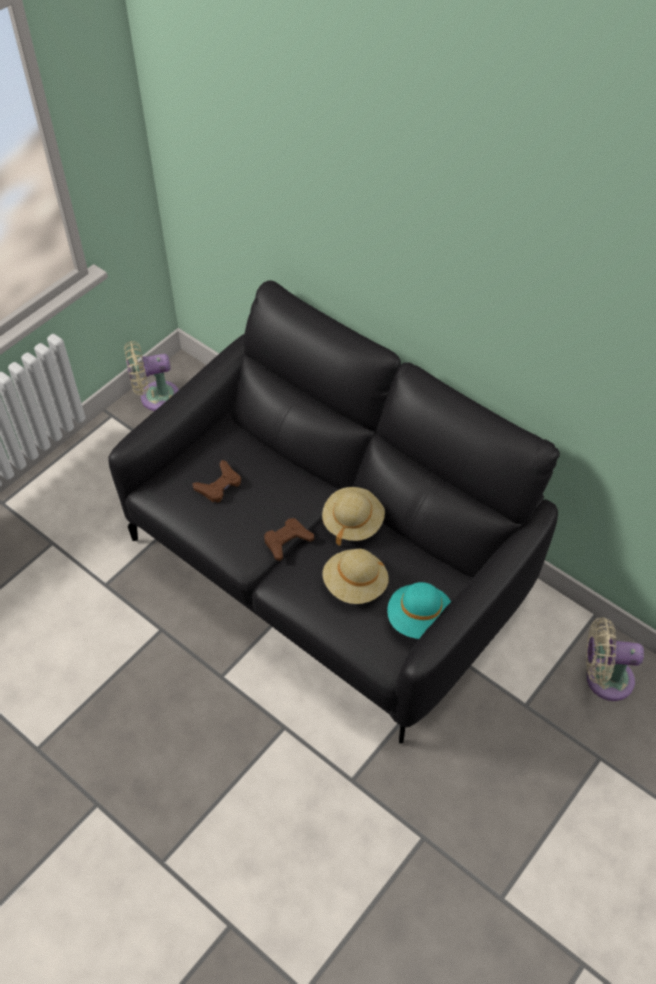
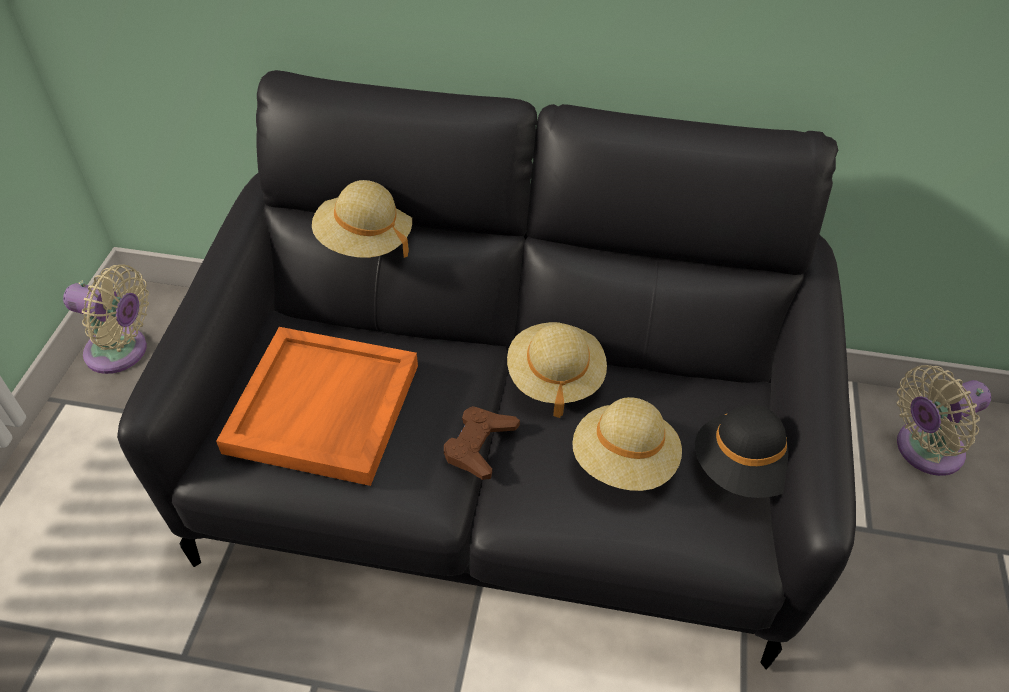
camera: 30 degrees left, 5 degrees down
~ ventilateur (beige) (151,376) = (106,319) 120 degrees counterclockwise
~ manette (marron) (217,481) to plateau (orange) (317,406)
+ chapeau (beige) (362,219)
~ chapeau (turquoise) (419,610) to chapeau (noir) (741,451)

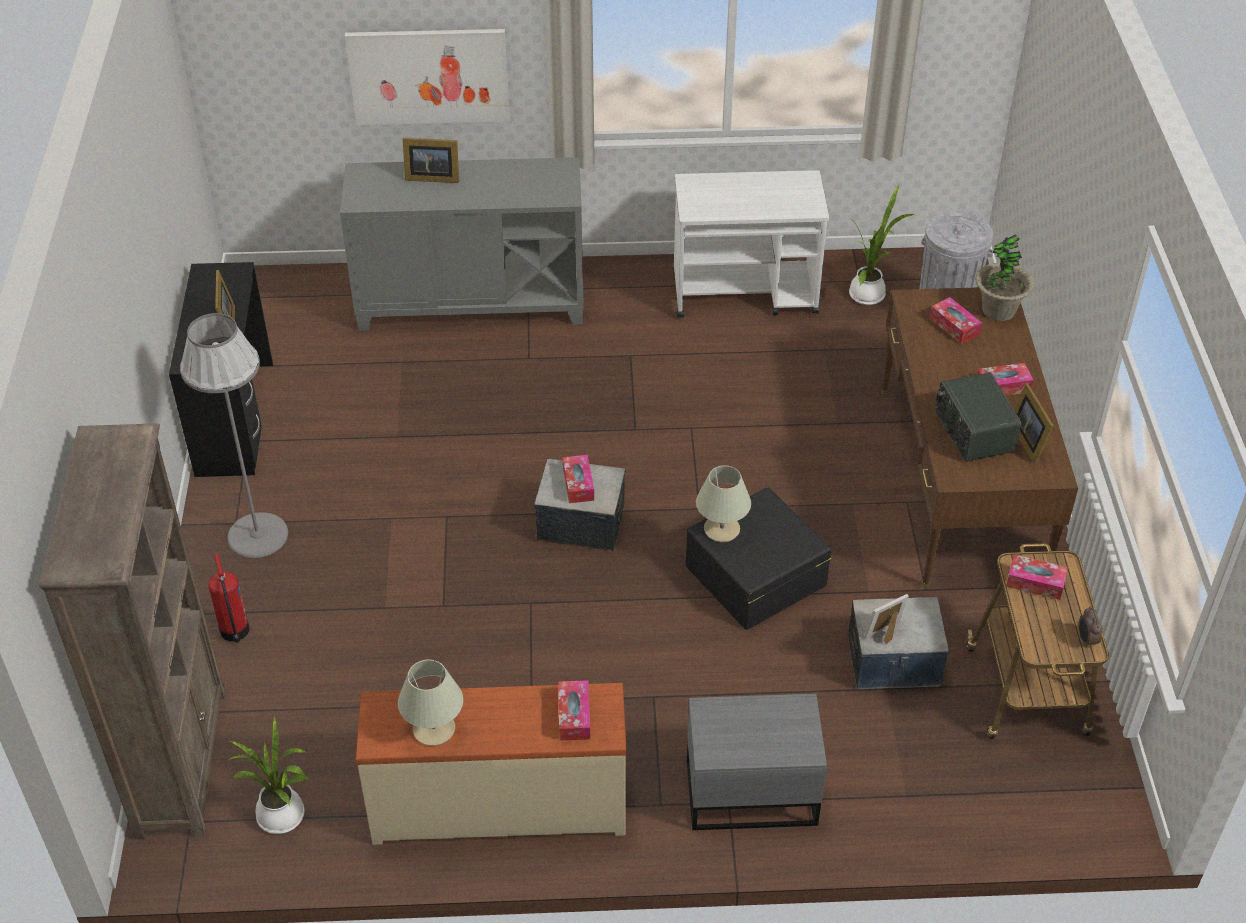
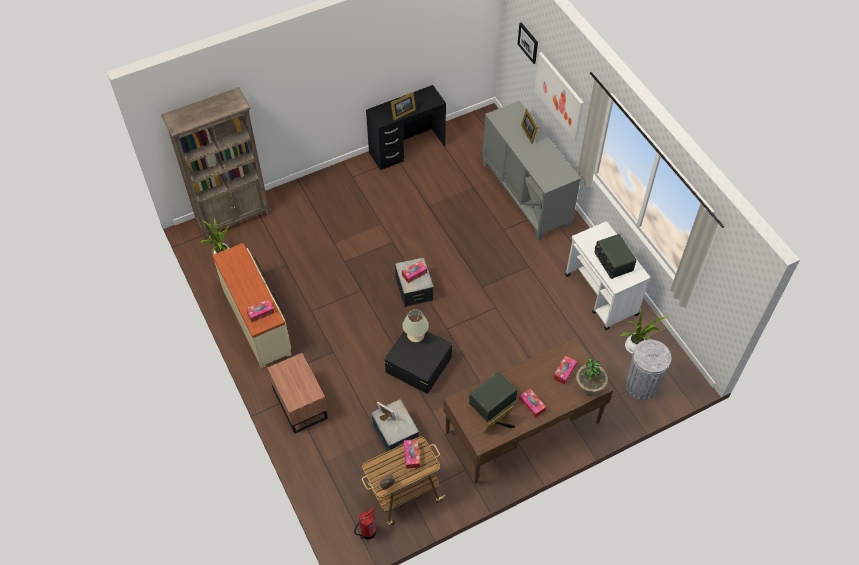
camera: 65 degrees right, 10 degrees up
~ table de chevet (gris) (757,762) to table de chevet (marron) (297,393)
~ extincteur (228,598) to (365,523)
+ tableau (528,43)
+ radio (615,256)
- lampadaire (gris) (234,435)
- lampe de table (beige) (430,702)

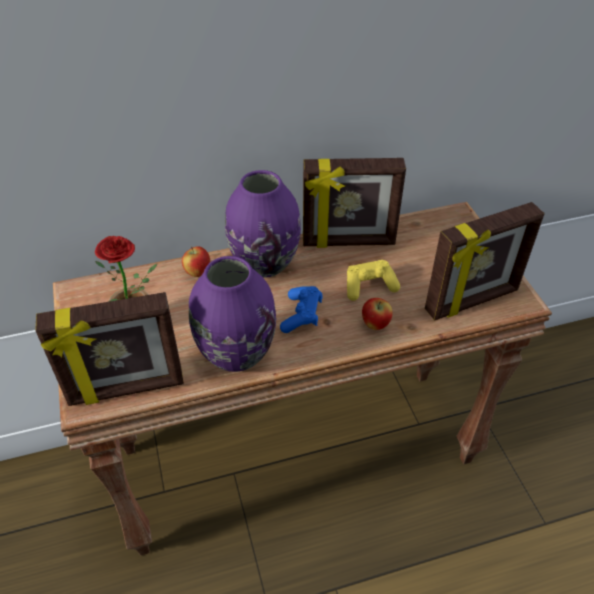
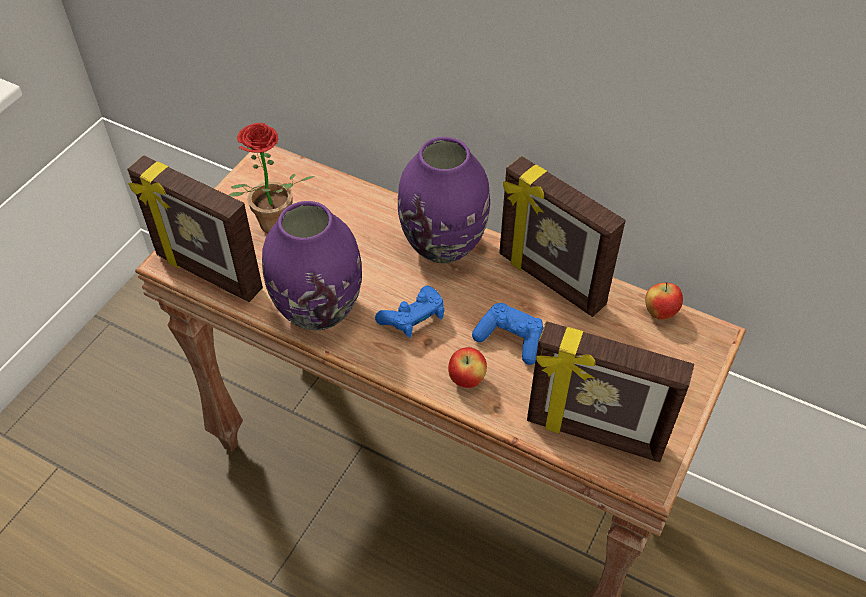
camera: 45 degrees right, 5 degrees up
~ manette (jaune) (373,280) to manette (bleu) (507,334)
~ pomme (196,261) to (664,301)

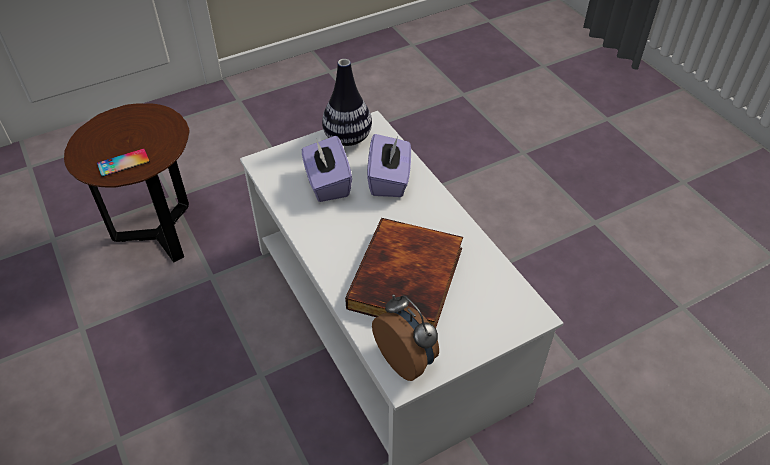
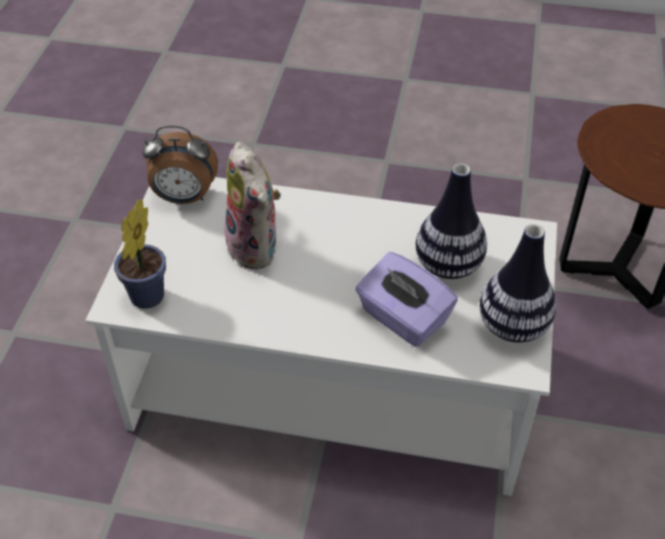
camera: 130 degrees right, 0 degrees up
+ plante en pot (140,254)
~ livre (404,273) to peluche (252,205)
~ boîte à mouchoirs (violet) (327,169) to vase (451,221)
- téléphone (123,162)

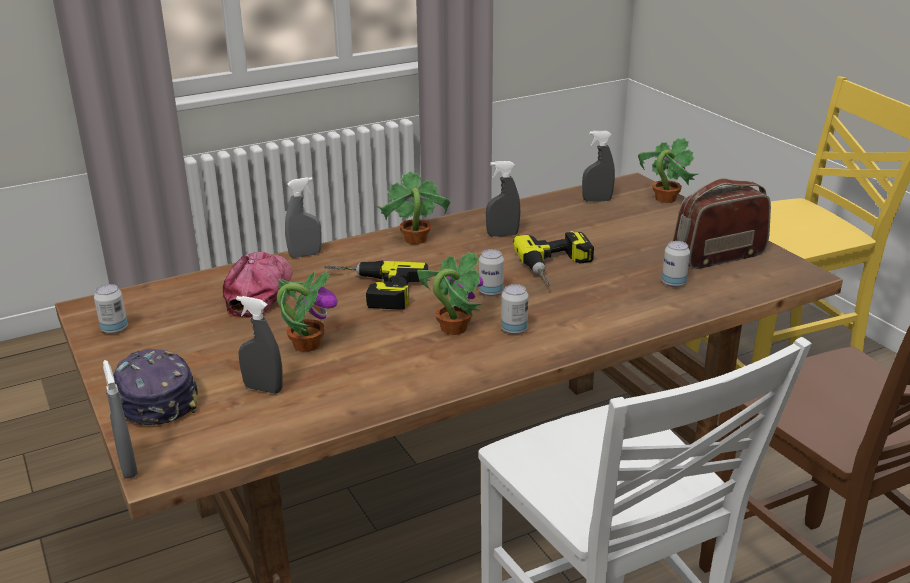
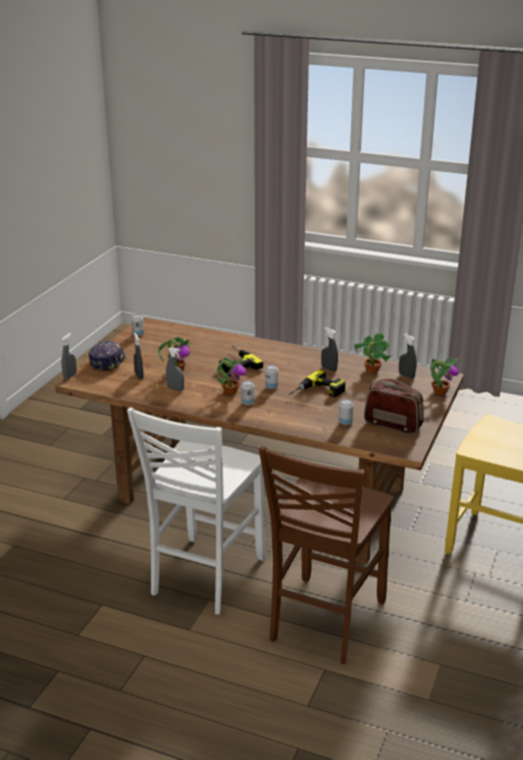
camera: 50 degrees right, 0 degrees up
~ vaporisateur (gris) (303,217) to (175,369)
~ plante en pot (414,207) to (373,353)
- casquette (257,285)

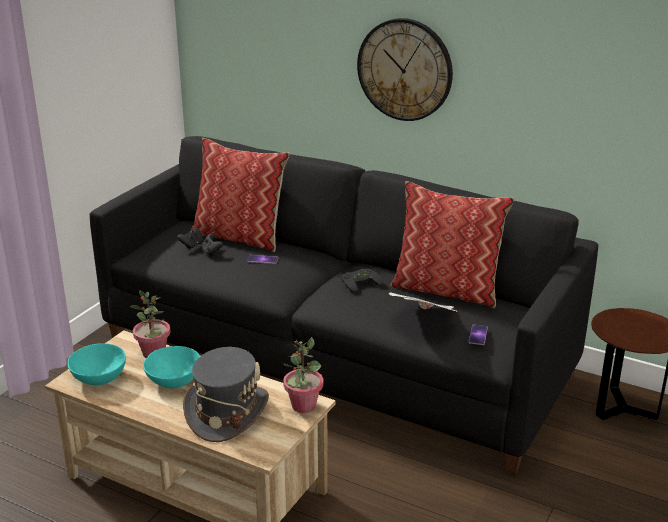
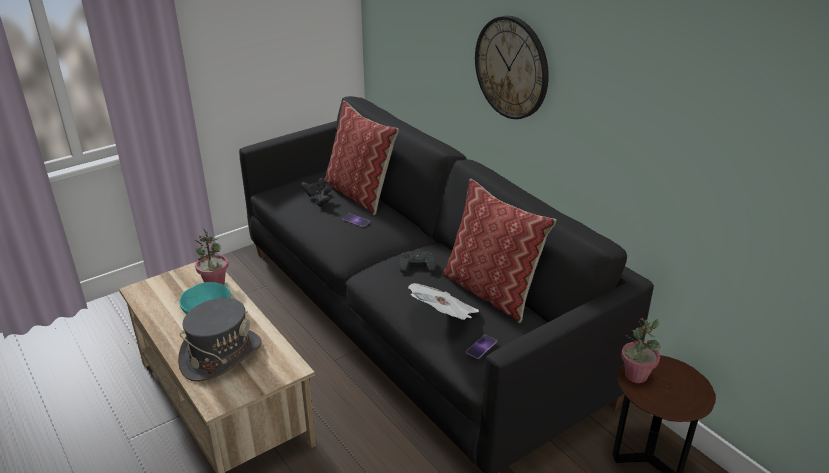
camera: 25 degrees right, 5 degrees up
~ plante en pot (303,375) to (641,350)
- bol (turquoise) (97,364)

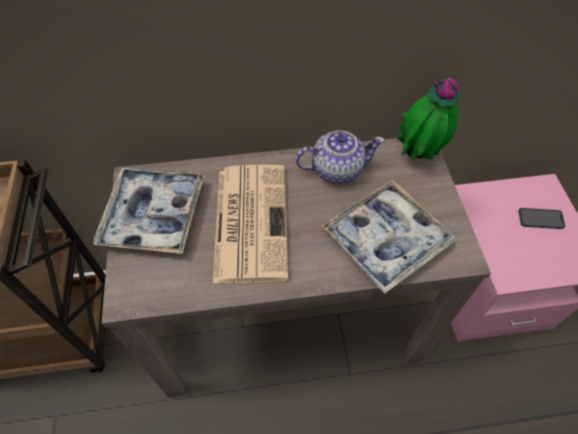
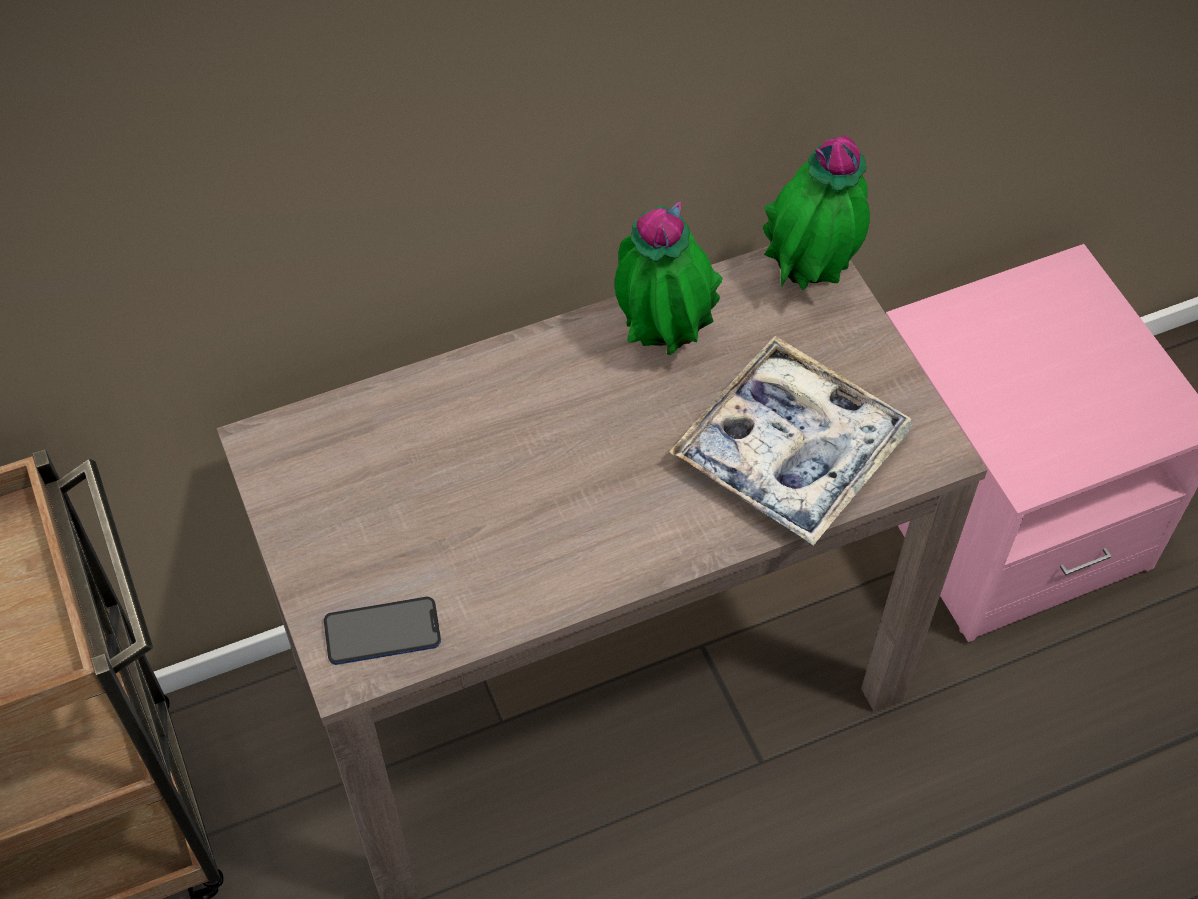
camera: 15 degrees left, 0 degrees up
~ téléphone (541,218) to (382,631)
~ théière (340,157) to plante en pot (669,278)
- plateau (149,210)
- journal (250,224)

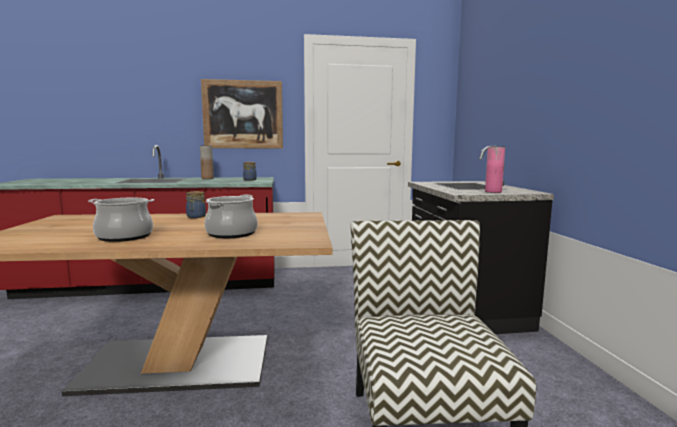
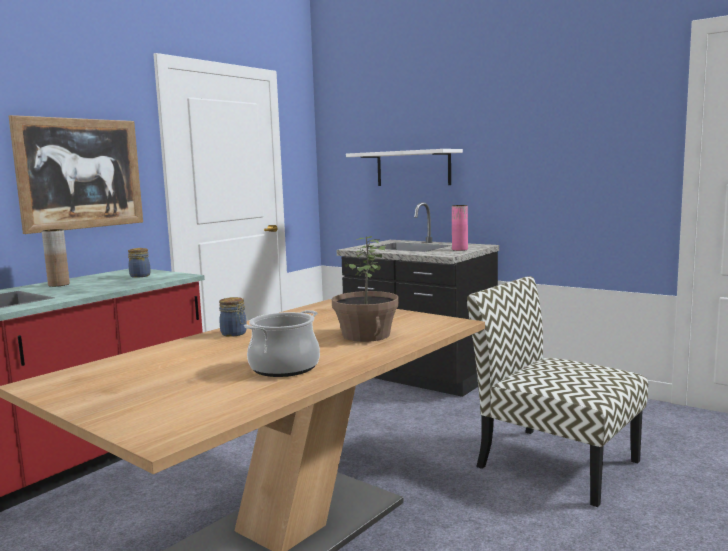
camera: 45 degrees left, 0 degrees up
~ marmite (231,216) to plante en pot (365,289)
+ étagère (blanc) (404,167)

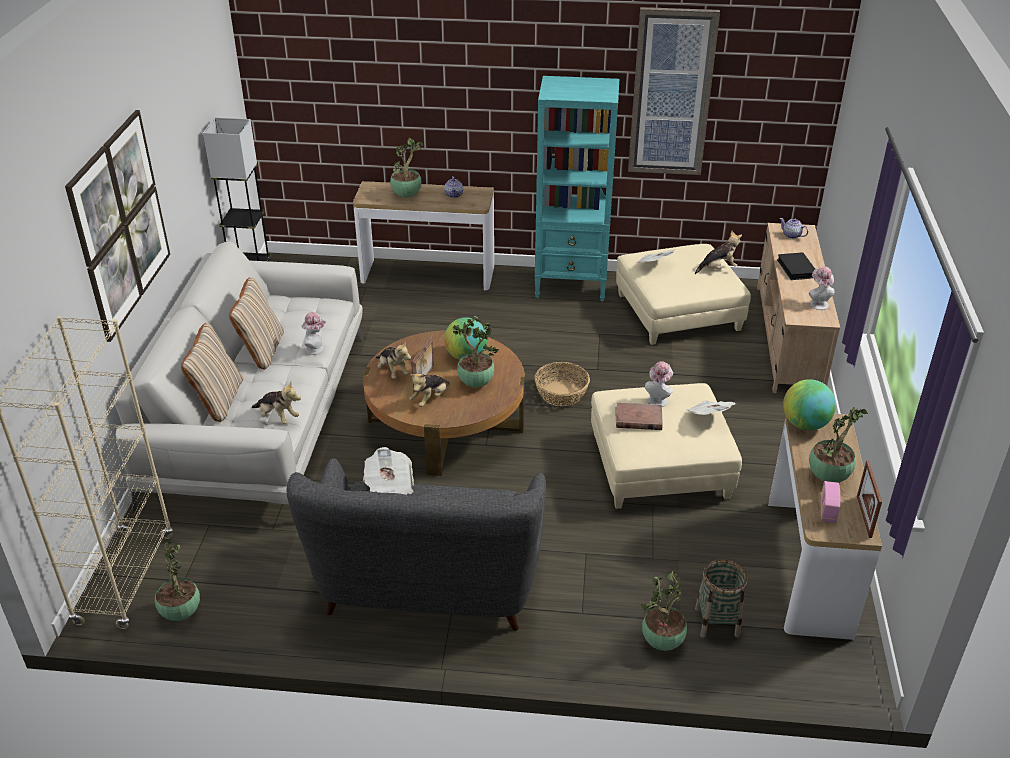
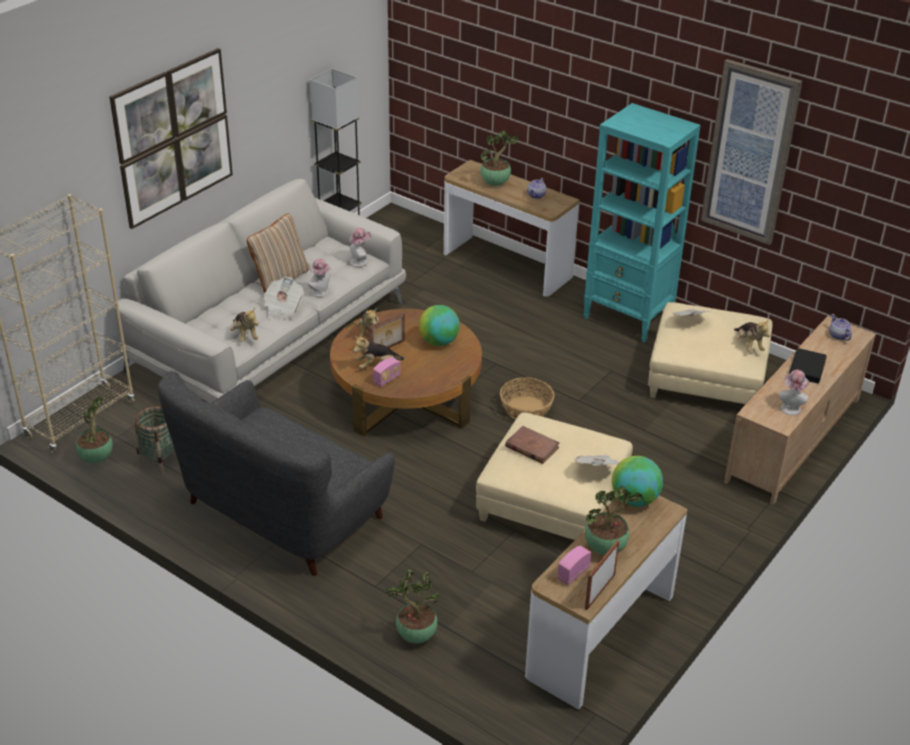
camera: 30 degrees right, 0 degrees up
~ panier (721,598) to (155,440)
~ journal (388,471) to (284,298)
~ chapeau (659,384) to (360,247)
+ radio (387,372)
~ peluche (718,252) = (752,335) 60 degrees clockwise
- coussin (beige) (212,372)
- plante en pot (476,352)

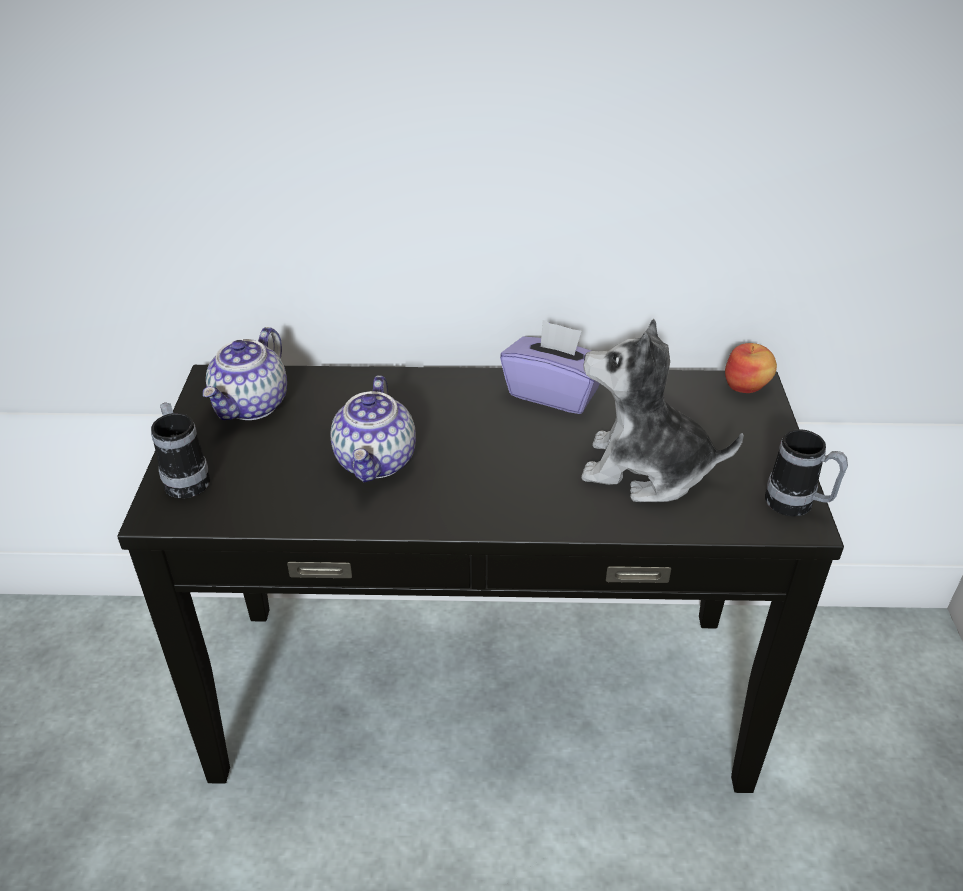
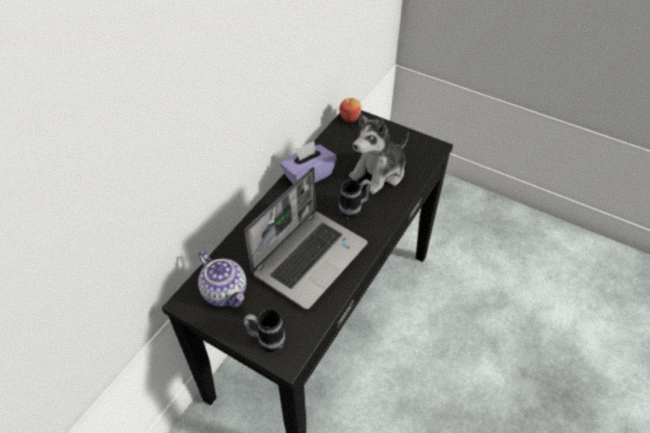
camera: 60 degrees left, 10 degrees up
~ théière (373,428) to ordinateur portable (306,238)
~ mug (806,472) to (355,199)

